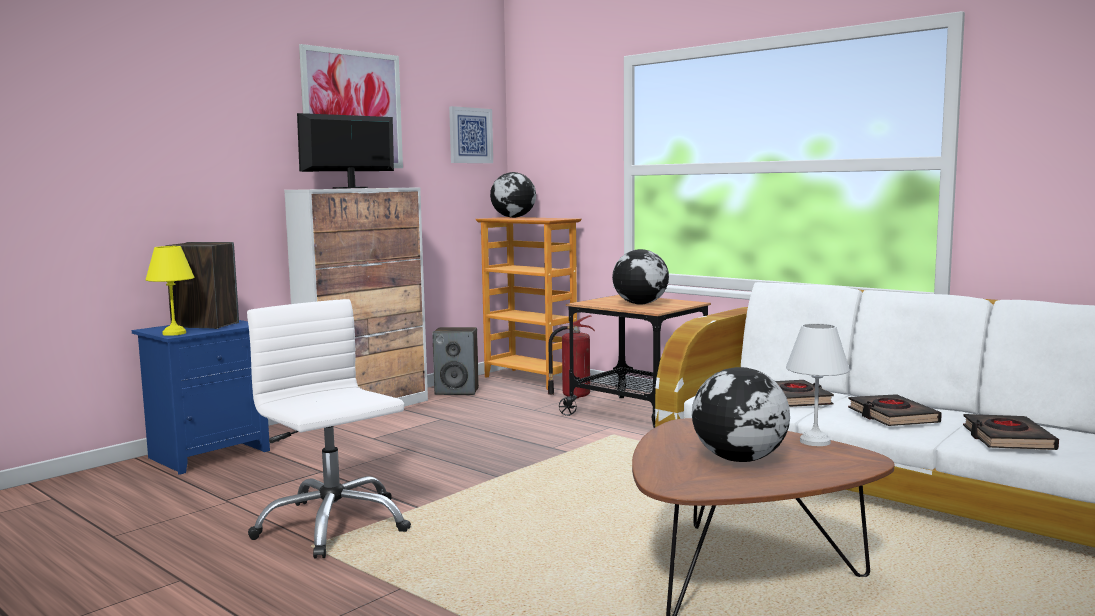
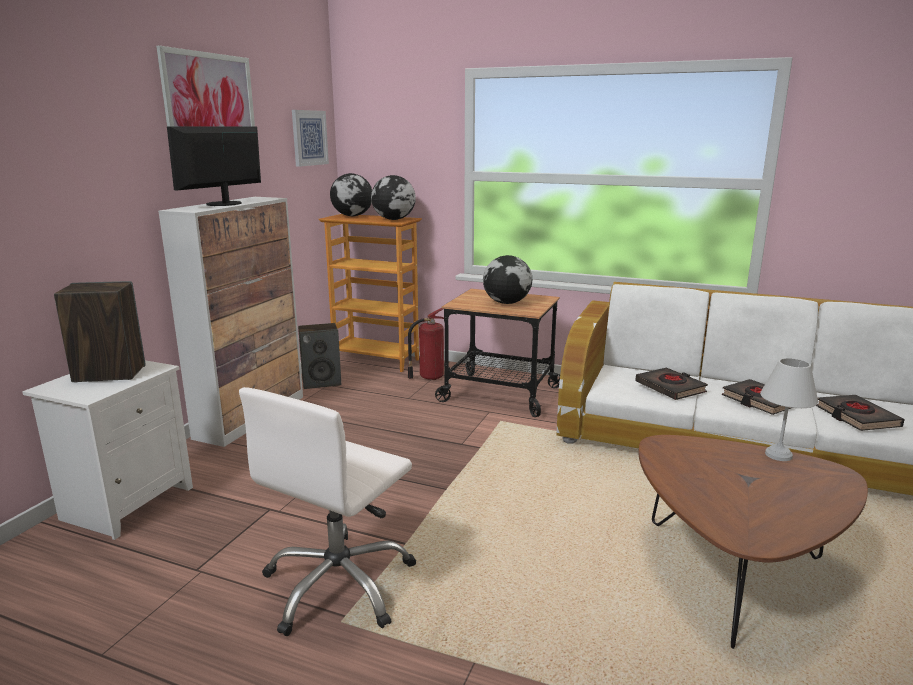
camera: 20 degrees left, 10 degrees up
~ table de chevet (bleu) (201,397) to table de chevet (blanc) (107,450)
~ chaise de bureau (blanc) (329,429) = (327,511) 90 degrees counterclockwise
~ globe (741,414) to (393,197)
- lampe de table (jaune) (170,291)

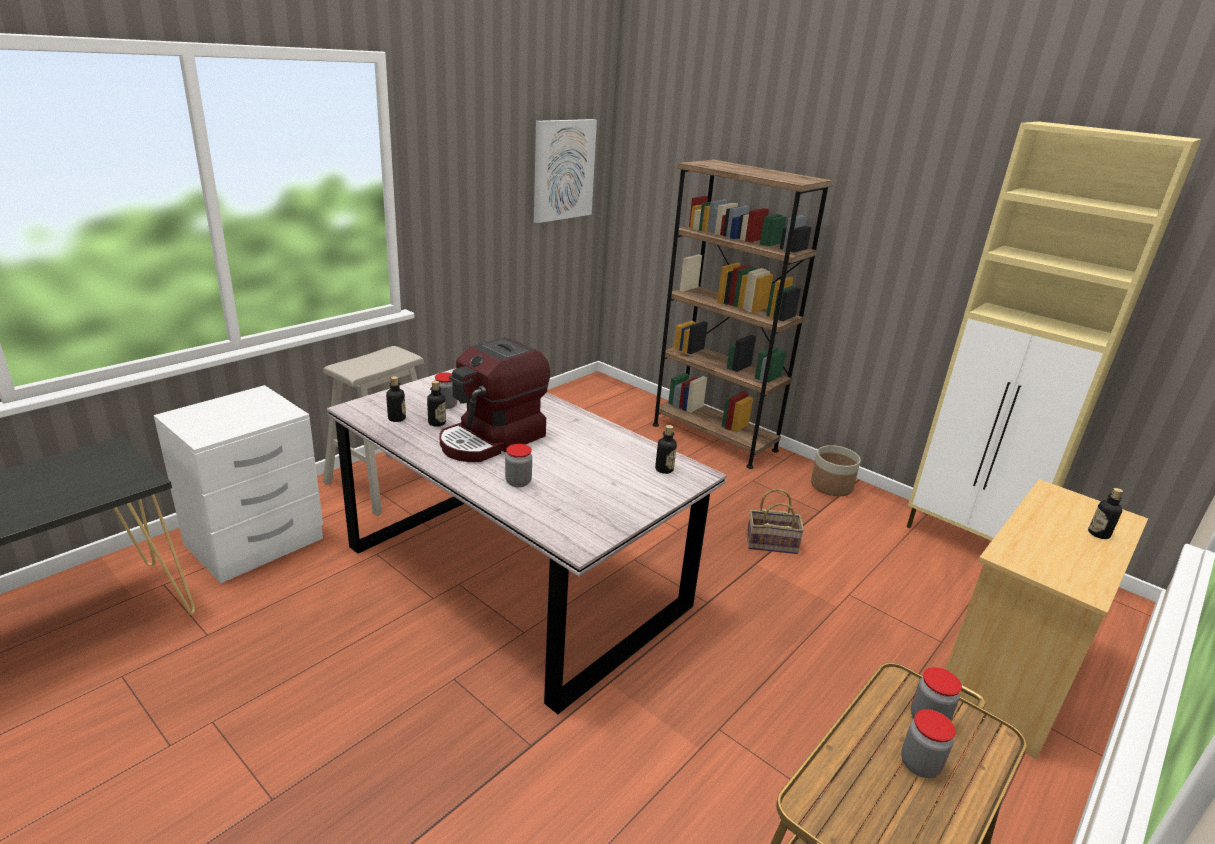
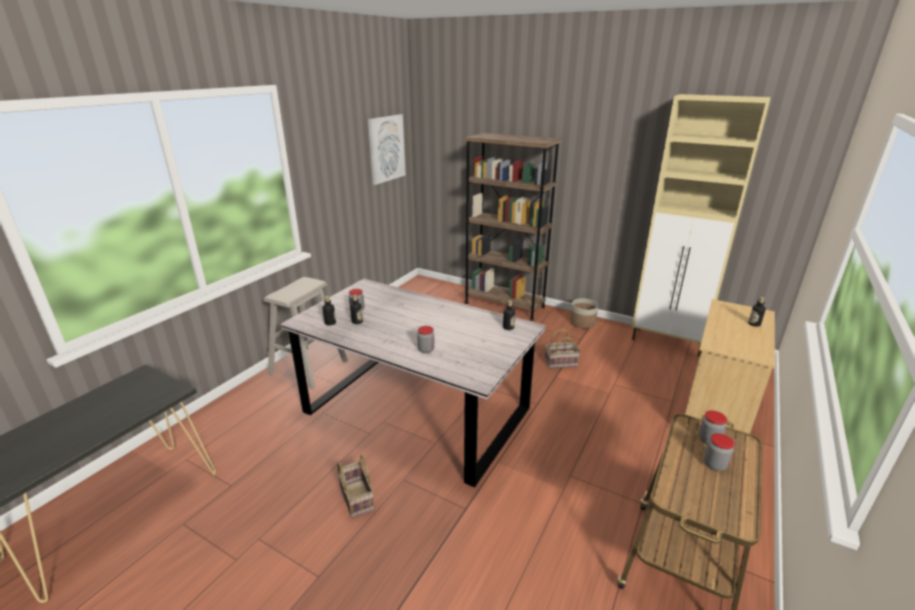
camera: 10 degrees left, 0 degrees up
+ panier (355,486)
- table de chevet (blanc) (238,484)
- machine à café (494,399)

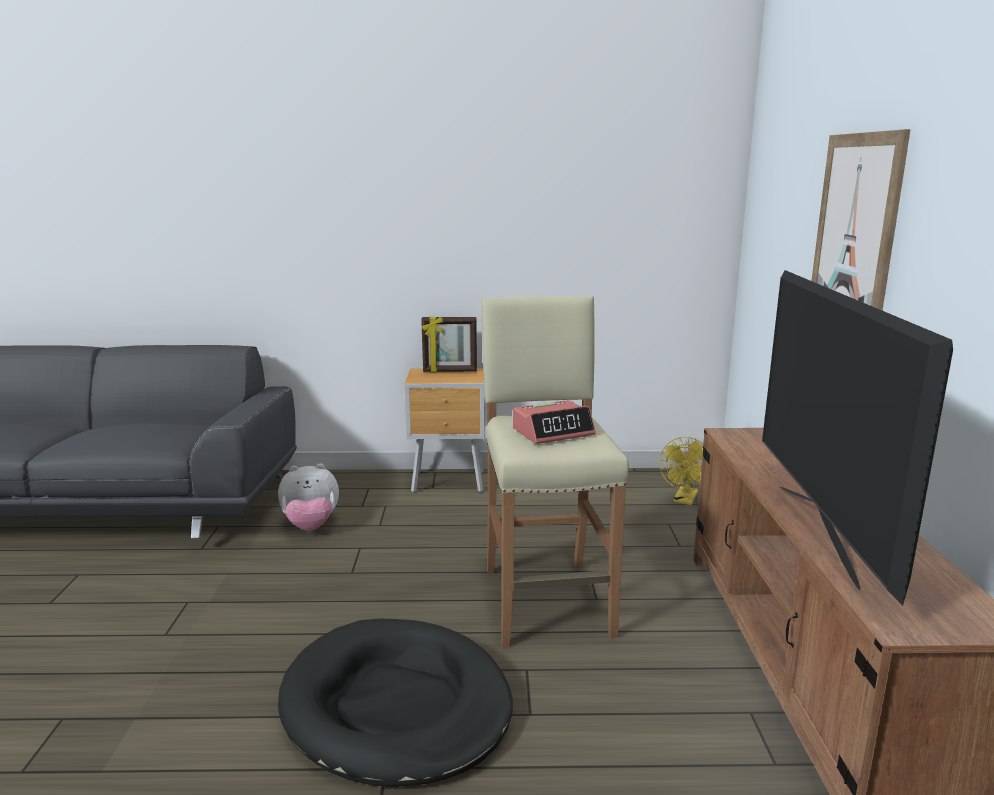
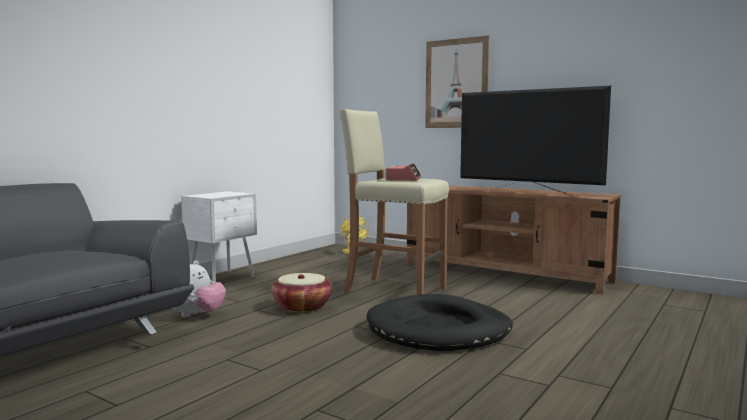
camera: 55 degrees left, 10 degrees down
~ table de chevet (marron) (444,430) to table de chevet (blanc) (219,236)
+ panier (301,293)
- cadre photo (449,345)

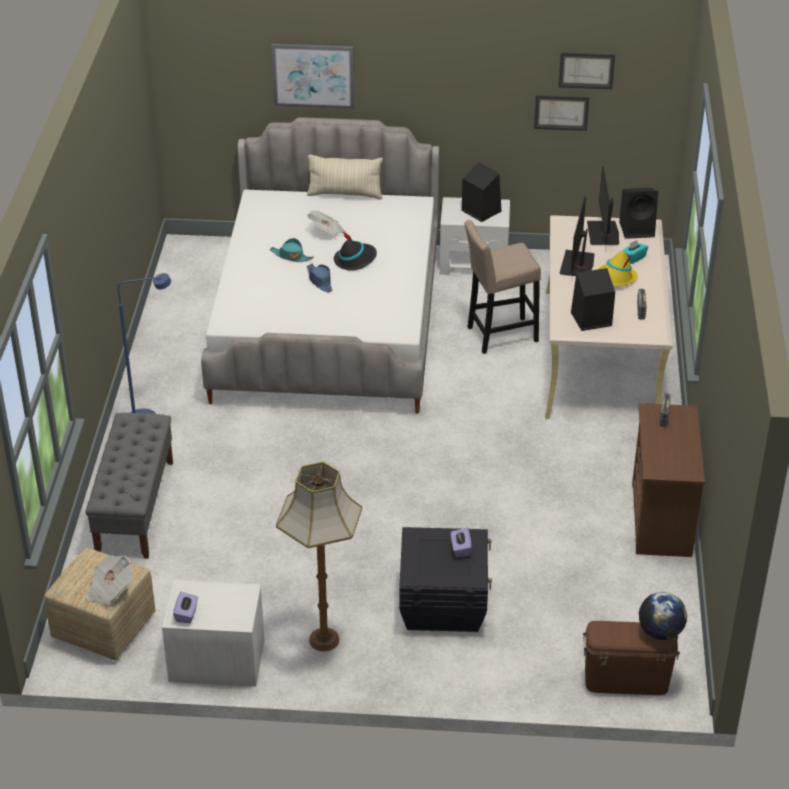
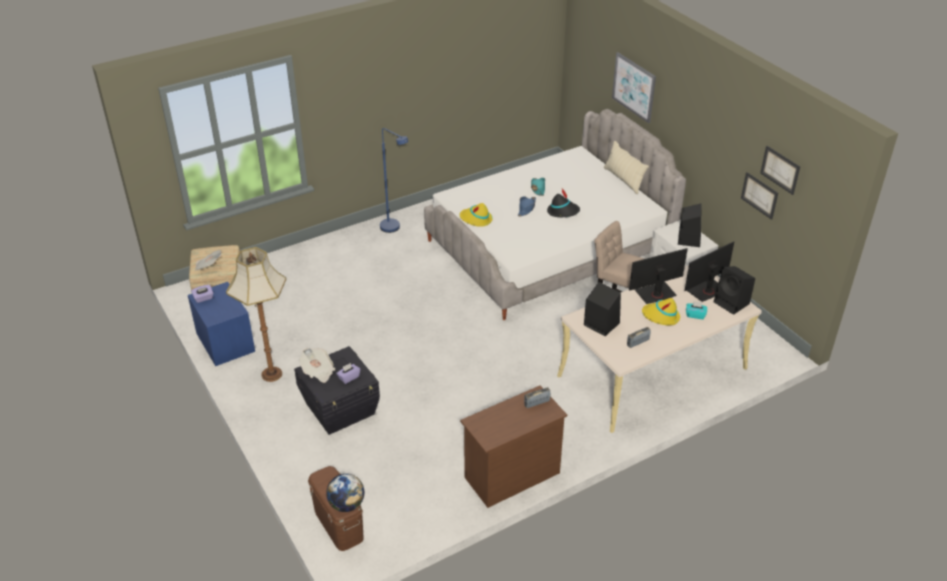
camera: 55 degrees right, 0 degrees up
~ table de chevet (blanc) (213,633) to table de chevet (bleu) (221,324)
~ journal (327,223) to (317,365)
+ chapeau (jaune) (476,215)
- banc (gris) (129,486)

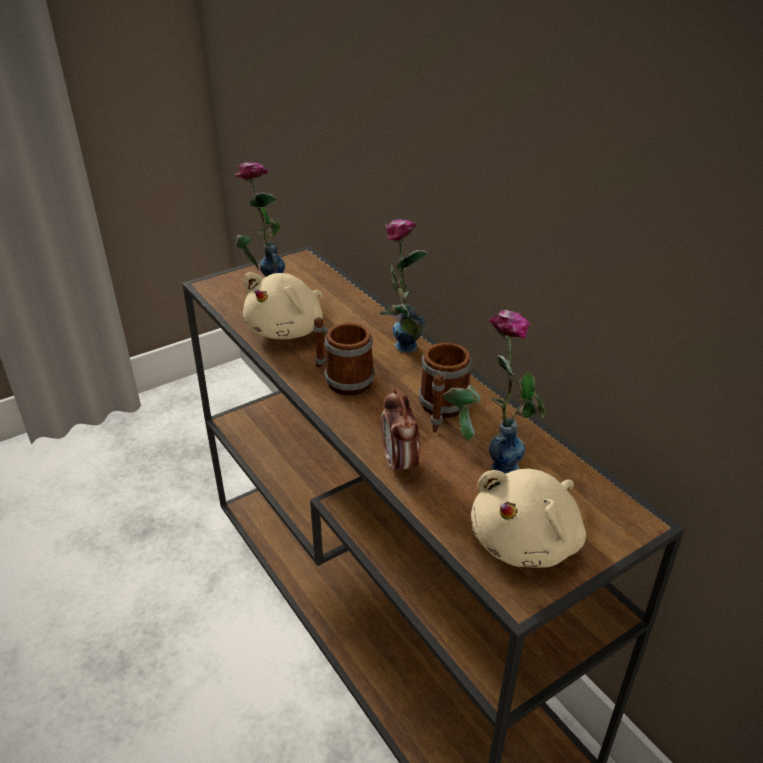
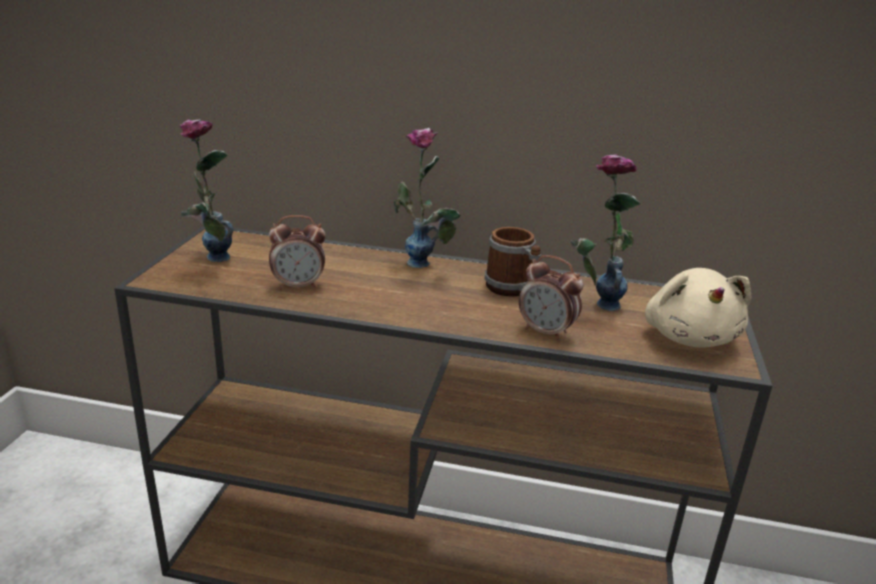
camera: 45 degrees left, 10 degrees down
~ peluche (beige) (283,305) to réveil (297,252)
- mug (344,356)

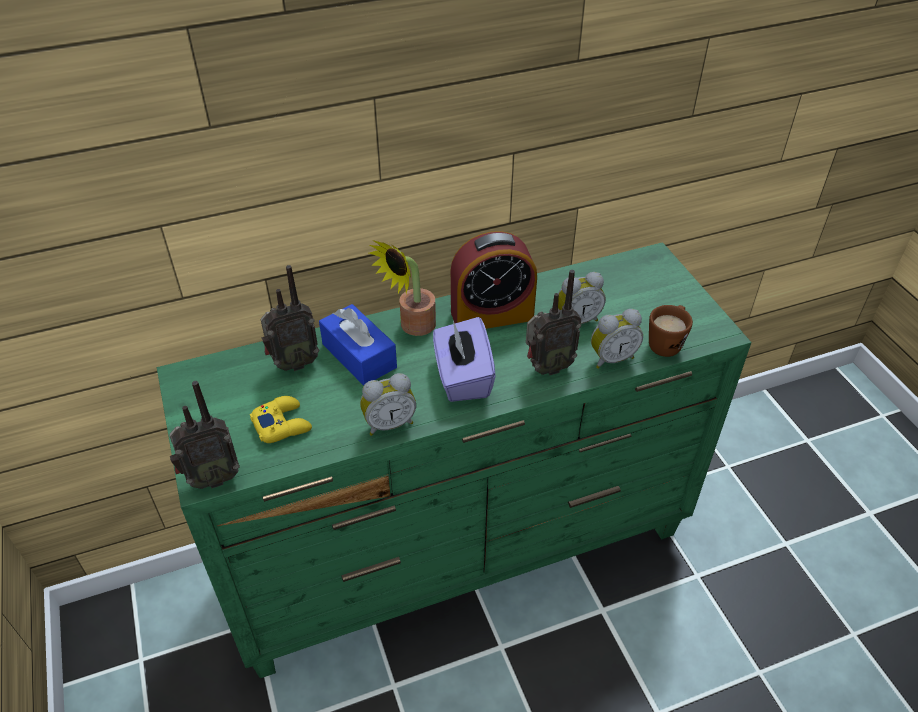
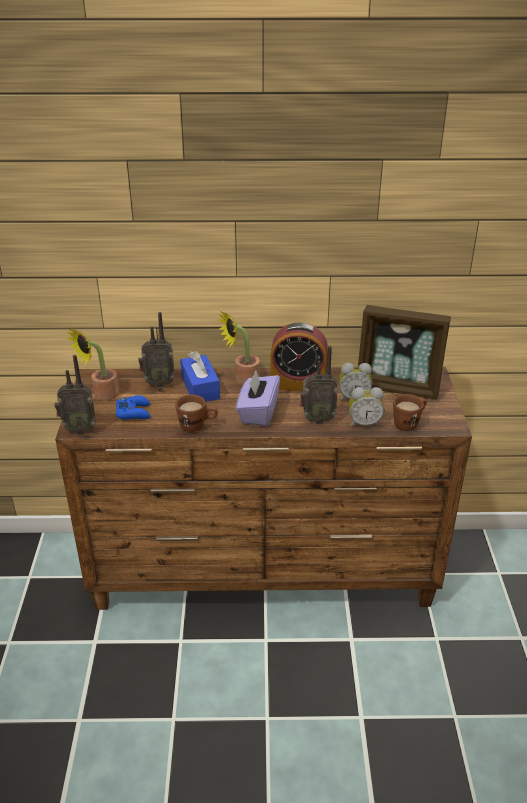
camera: 20 degrees right, 10 degrees down
~ commode (vert) (454,460) to commode (marron) (263,488)
+ plante en pot (93,364)
~ manette (jaune) (281,419) to manette (bleu) (133,407)
~ réveil (388,404) to mug (marron) (196,413)
+ cadre photo (404,352)

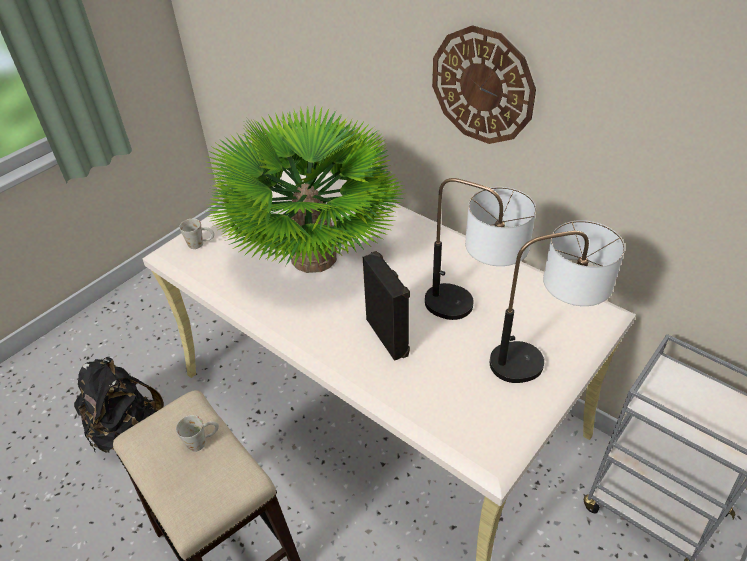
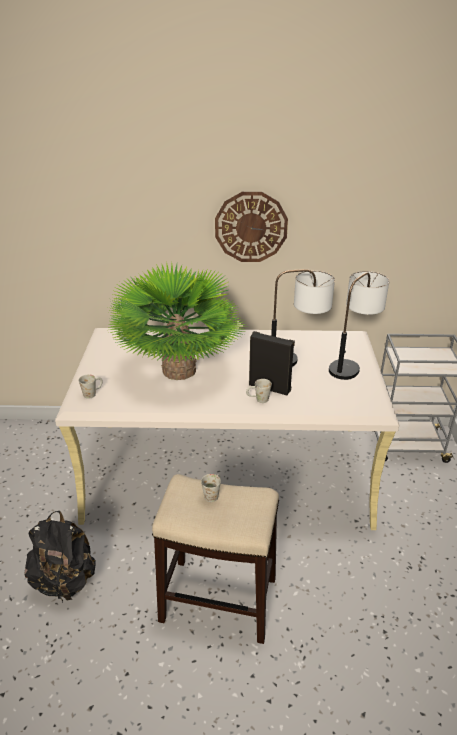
camera: 40 degrees left, 10 degrees down
+ mug (blanc) (259,391)

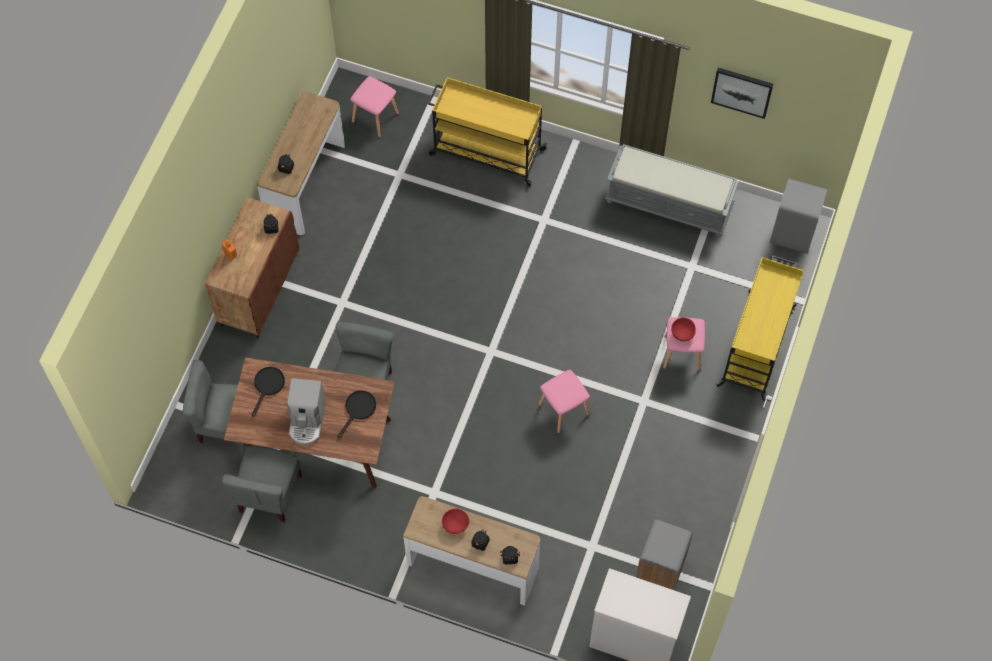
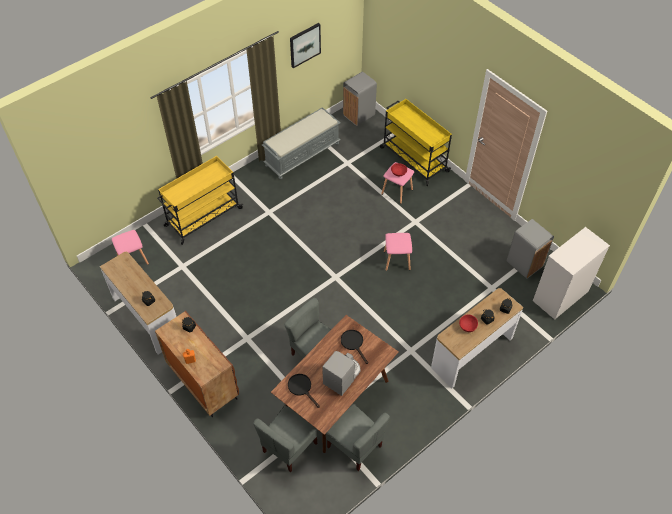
camera: 60 degrees left, 10 degrees down
~ machine à café (306,411) = (341,373) 90 degrees counterclockwise

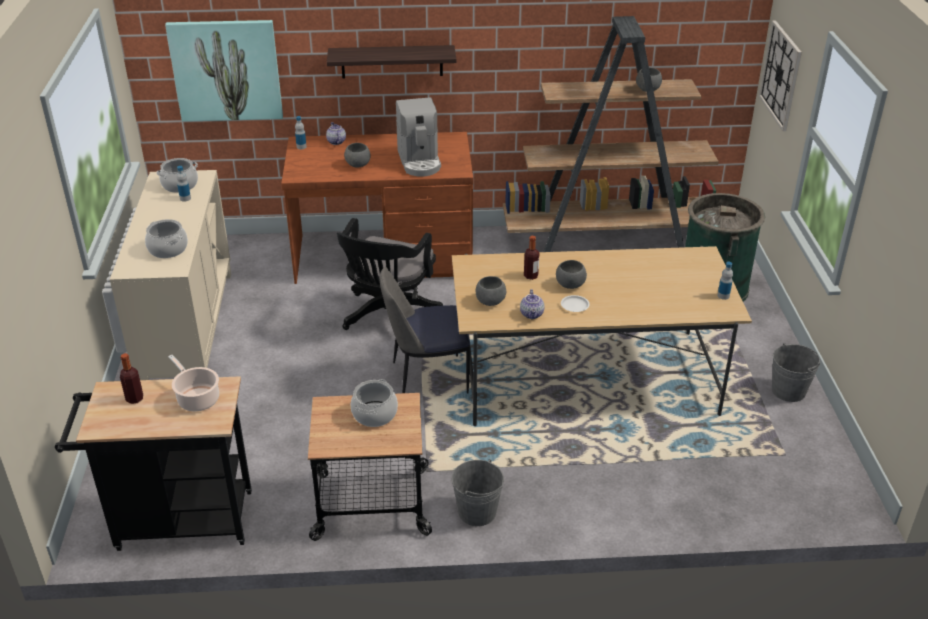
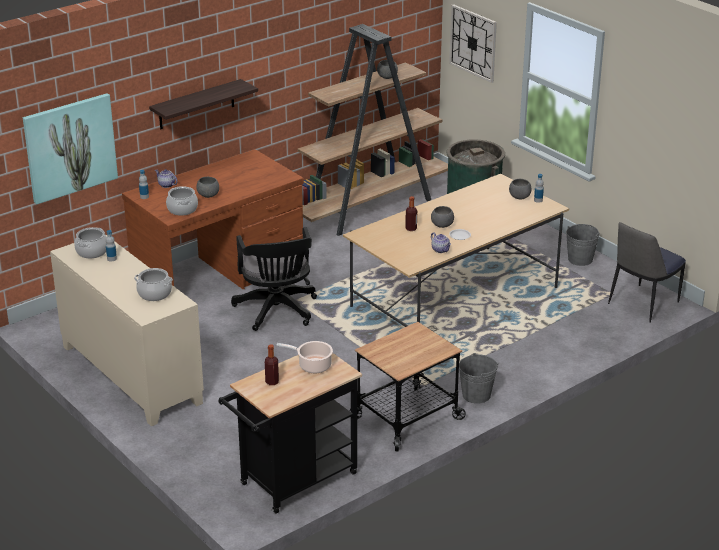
camera: 35 degrees left, 5 degrees down
~ marmite (374,403) to (182,201)
~ bol (gris) (491,291) to (520,189)
~ chaise (425,330) to (647,272)
- machine à café (418,137)

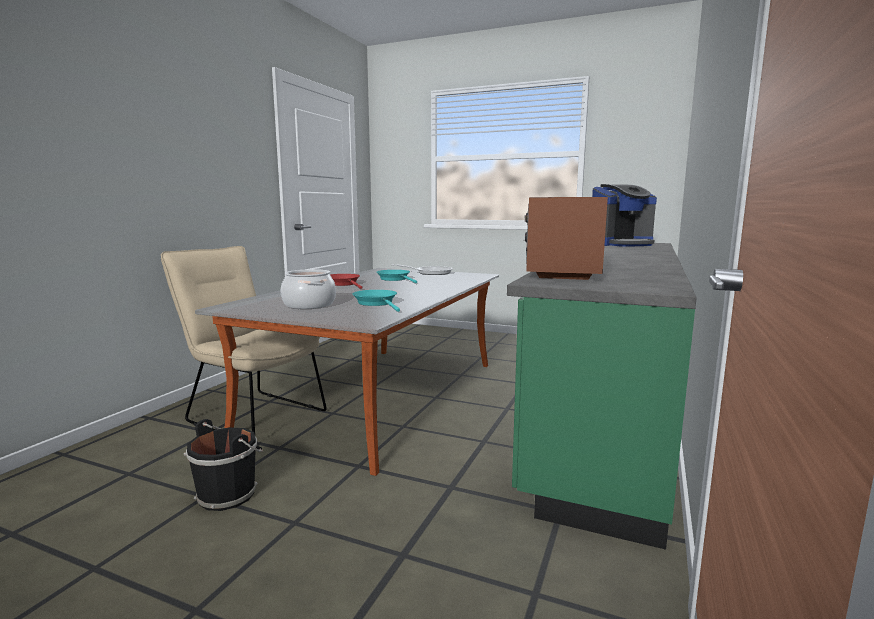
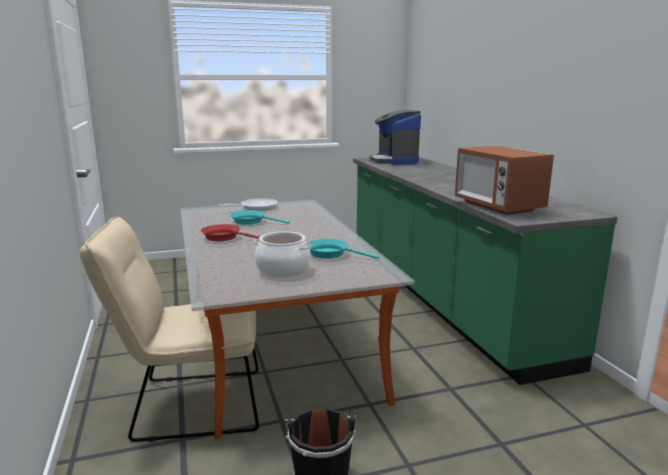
camera: 40 degrees left, 5 degrees up
~ machine à café (624,215) = (395,137) 135 degrees clockwise

